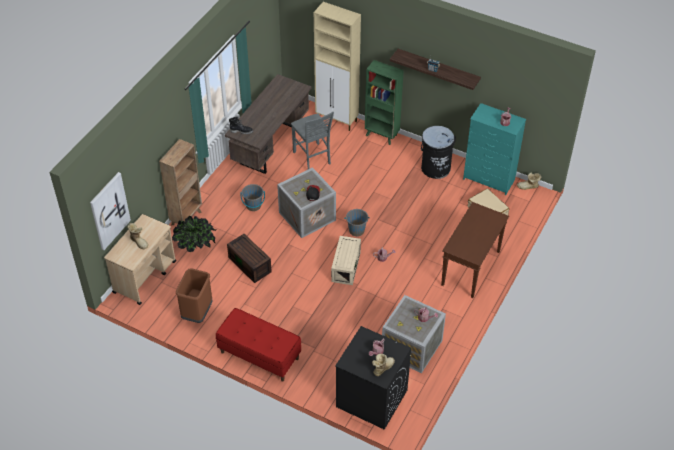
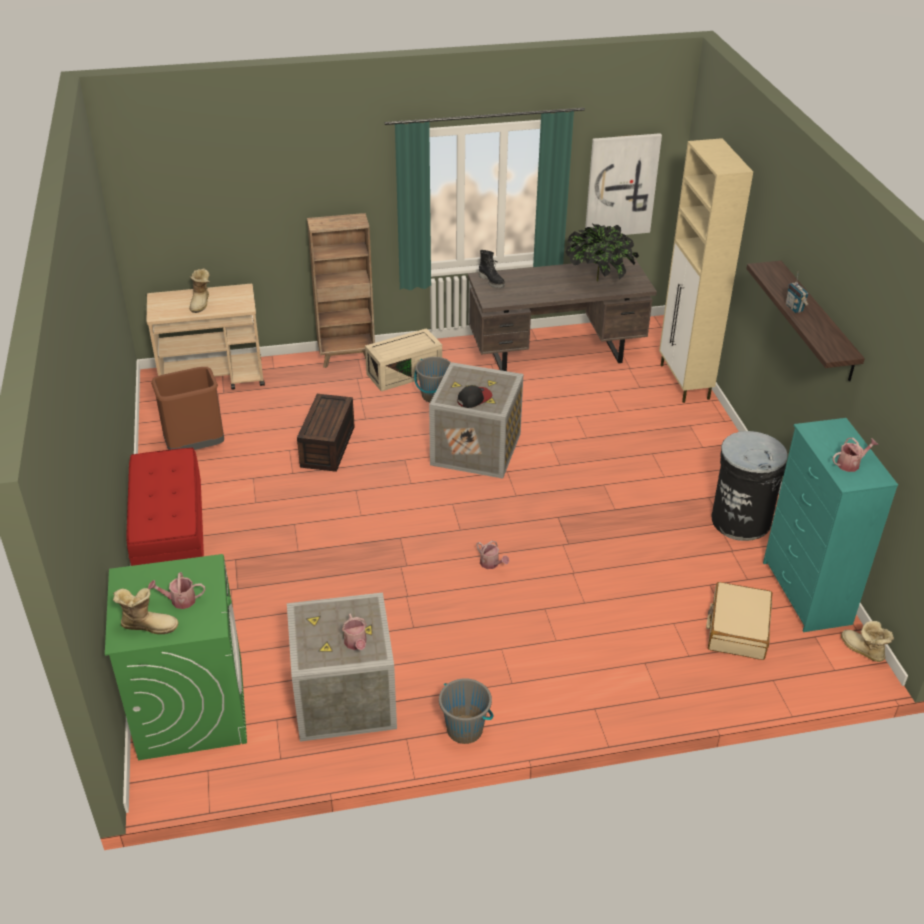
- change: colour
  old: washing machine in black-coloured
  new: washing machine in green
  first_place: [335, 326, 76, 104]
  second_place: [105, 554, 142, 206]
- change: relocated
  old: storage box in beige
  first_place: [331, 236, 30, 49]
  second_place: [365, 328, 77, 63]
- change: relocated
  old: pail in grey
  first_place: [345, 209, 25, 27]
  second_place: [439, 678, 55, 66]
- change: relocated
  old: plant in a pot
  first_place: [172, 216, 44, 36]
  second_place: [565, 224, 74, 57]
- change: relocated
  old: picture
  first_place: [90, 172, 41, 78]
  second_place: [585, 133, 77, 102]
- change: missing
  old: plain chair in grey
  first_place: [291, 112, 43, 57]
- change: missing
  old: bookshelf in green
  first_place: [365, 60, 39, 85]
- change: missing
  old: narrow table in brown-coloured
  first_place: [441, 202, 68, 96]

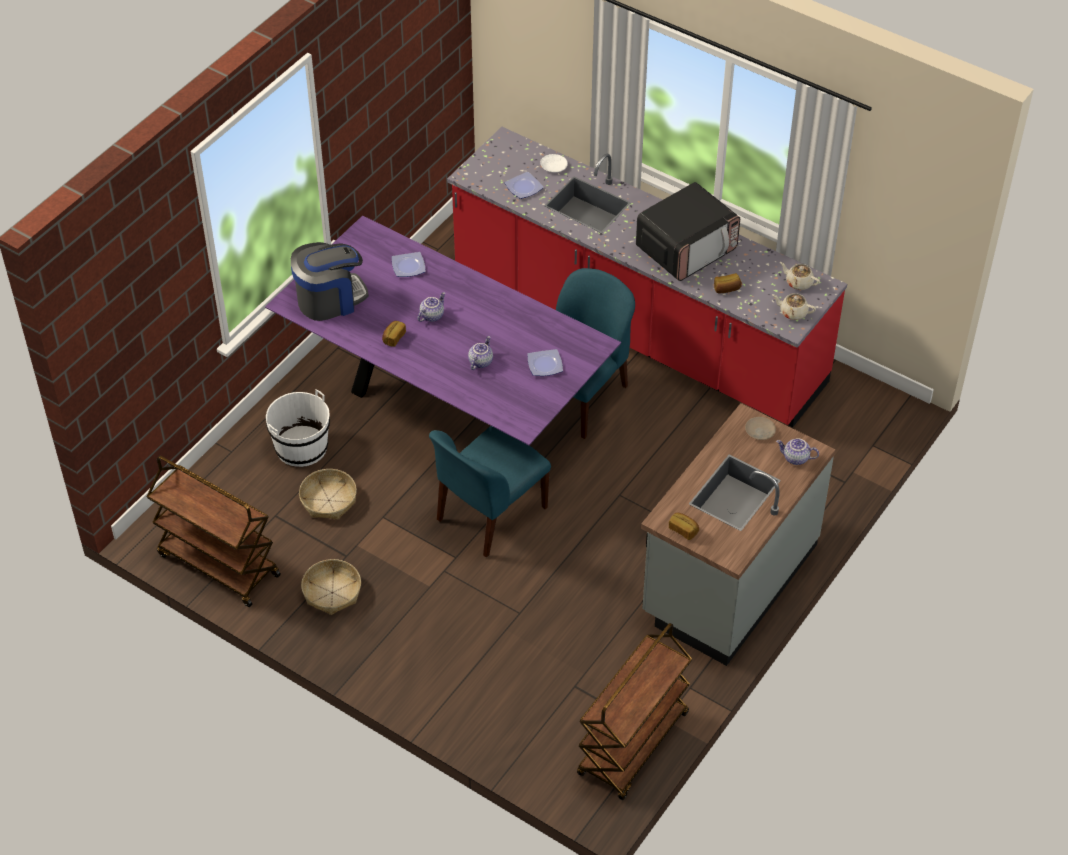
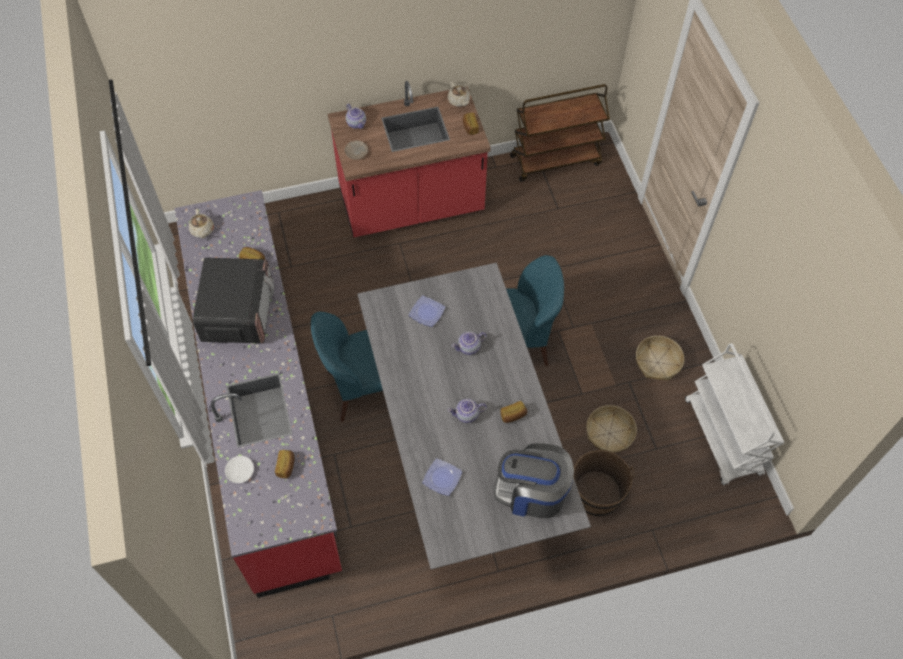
- change: spun
  old: microwave oven
  first_place: [636, 182, 104, 99]
  second_place: [193, 258, 81, 86]
  degrees: 90
- change: exchanged
  old: dinner plate
  new: bread
  first_place: [505, 172, 39, 27]
  second_place: [275, 450, 20, 28]
- change: colour
  old: counter in grey
  new: counter in red
  first_place: [641, 403, 195, 263]
  second_place: [328, 81, 163, 156]
- change: colour
  old: dinner table in purplish
  new: dinner table in grey
  first_place: [265, 215, 356, 230]
  second_place: [357, 262, 234, 307]
- change: relocated
  old: pot for tea in beige
  first_place: [772, 293, 44, 27]
  second_place: [448, 82, 22, 25]
- change: colour
  old: pail in white-coloured
  new: pail in brown-coloured
  first_place: [266, 389, 64, 78]
  second_place: [574, 450, 61, 66]
- change: colour
  old: wheeled cart in brown-coloured
  new: wheeled cart in white-coloured
  first_place: [146, 456, 135, 151]
  second_place: [685, 343, 99, 142]

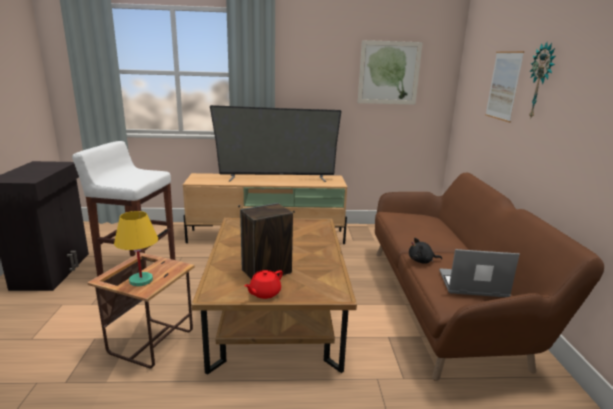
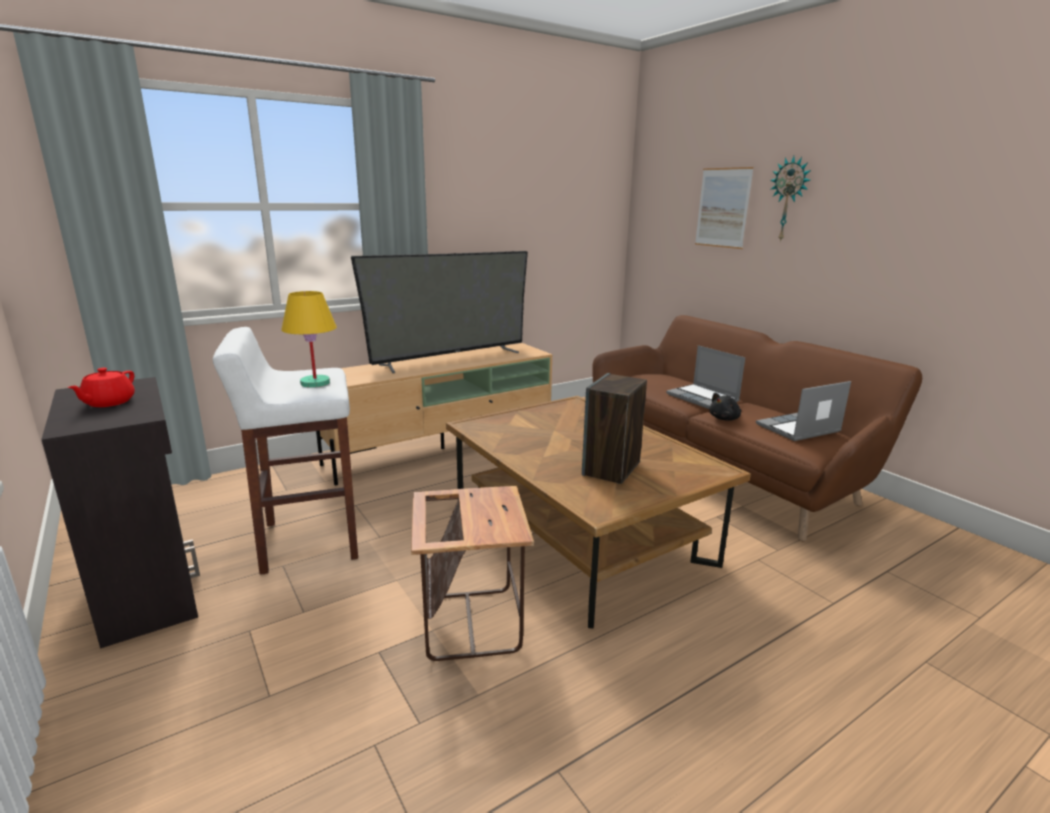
- change: relocated
  old: pot for tea in red
  first_place: [244, 270, 39, 29]
  second_place: [68, 368, 67, 39]
- change: relocated
  old: tabletop lamp in yellowish
  first_place: [114, 211, 44, 75]
  second_place: [281, 291, 56, 97]
- change: appeared
  new: laptop
  second_place: [666, 345, 79, 64]
- change: missing
  old: picture
  first_place: [358, 40, 65, 65]

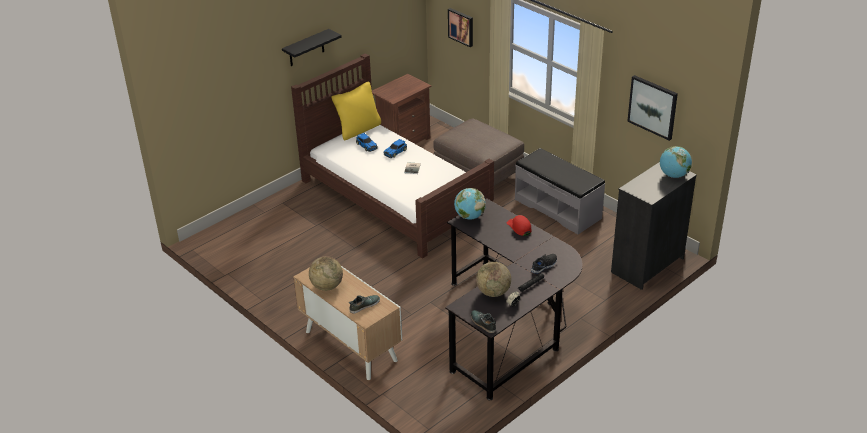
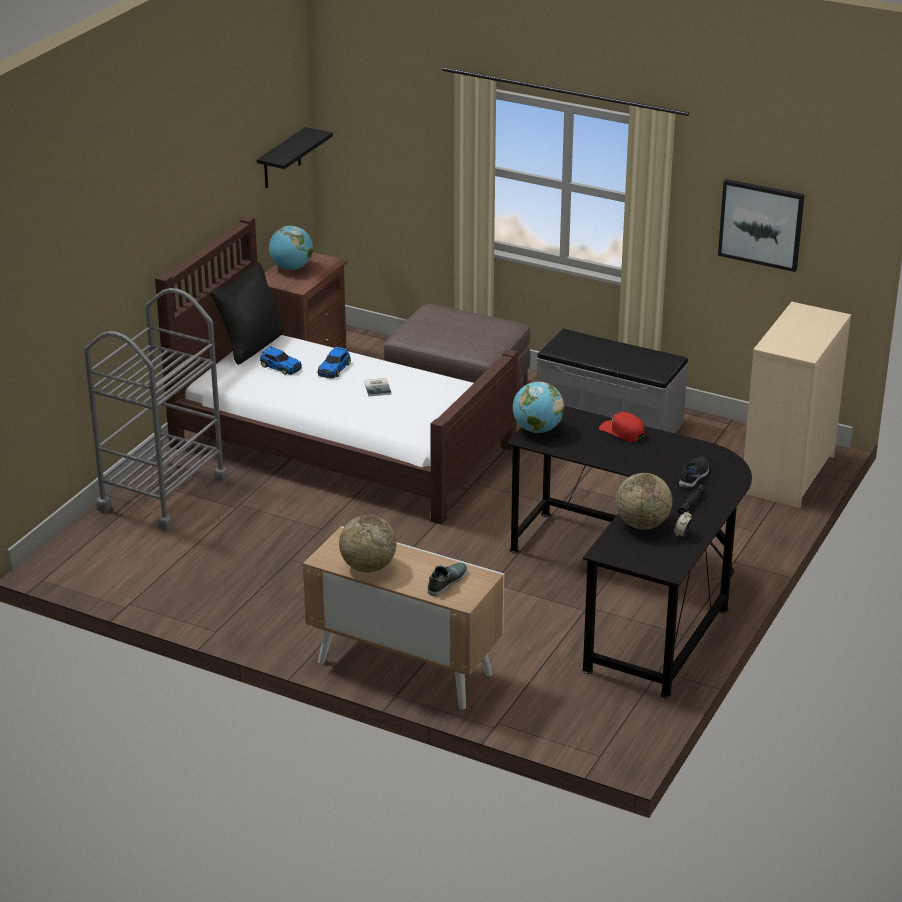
- change: appeared
  new: wheeled cart in grey
  second_place: [84, 288, 144, 243]
- change: colour
  old: throw pillow in yellowish
  new: throw pillow in black-coloured
  first_place: [331, 82, 50, 58]
  second_place: [211, 262, 73, 103]
- change: relocated
  old: shelf in black-coloured
  first_place: [282, 29, 60, 37]
  second_place: [257, 127, 76, 61]
- change: relocated
  old: desk globe
  first_place: [660, 146, 32, 32]
  second_place: [269, 226, 44, 44]
- change: colour
  old: dresser in black-coloured
  new: dresser in beige
  first_place: [611, 162, 86, 128]
  second_place: [744, 302, 107, 206]
- change: missing
  old: picture
  first_place: [448, 8, 25, 39]
- change: missing
  old: low shoe
  first_place: [471, 310, 25, 23]

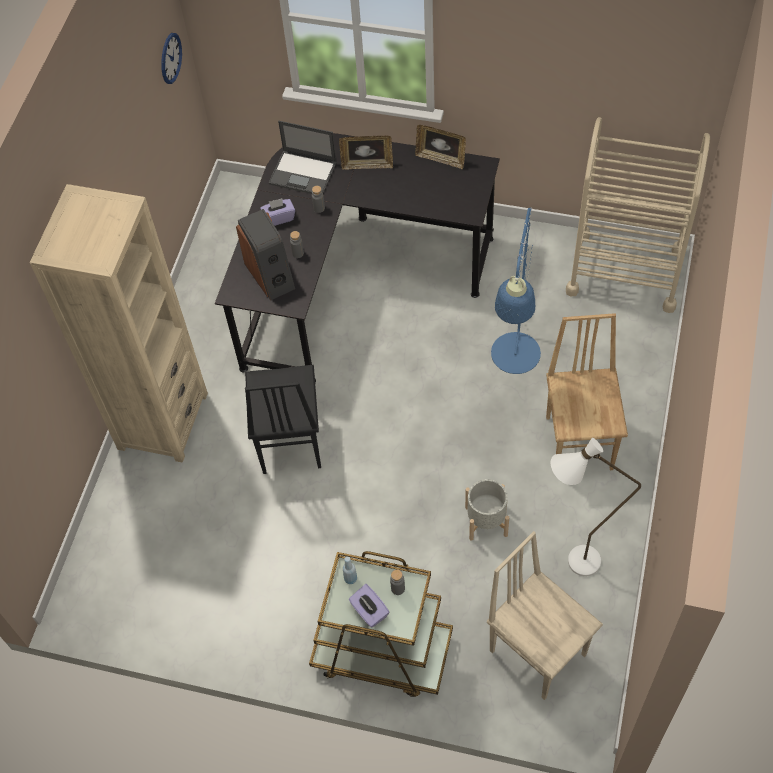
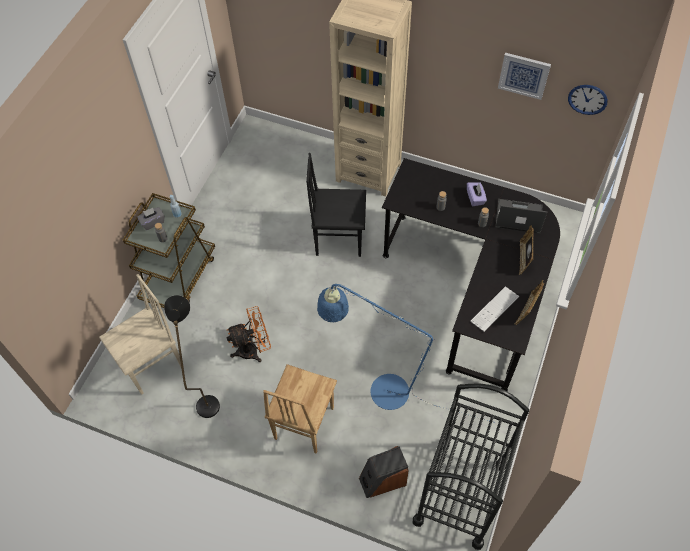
- change: colour
  old: box of tissues in purplish
  new: box of tissues in grey
  first_place: [349, 584, 40, 44]
  second_place: [137, 207, 27, 23]
- change: colour
  old: standard lamp in white-coloured
  new: standard lamp in black-coloured
  first_place: [551, 438, 90, 139]
  second_place: [164, 295, 56, 123]
- change: exchanged
  old: plant pot in grey
  new: electric fan in orangey
  first_place: [465, 479, 44, 61]
  second_place: [226, 306, 45, 56]
- change: spun
  old: plain chair in brown-coloured
  first_place: [546, 313, 82, 157]
  second_place: [263, 364, 74, 89]
  degrees: 105
- change: relocated
  old: loudspeaker
  first_place: [236, 209, 59, 92]
  second_place: [359, 446, 49, 52]
- change: colour
  old: wheeled cart in beige
  new: wheeled cart in black-coloured
  first_place: [566, 117, 144, 196]
  second_place: [413, 384, 116, 166]
- change: appeared
  new: PC keyboard
  second_place: [470, 286, 49, 46]
- change: spun
  old: laptop
  first_place: [269, 121, 68, 73]
  second_place: [496, 199, 52, 35]
  degrees: 75
- change: appeared
  new: picture
  second_place: [498, 53, 53, 47]

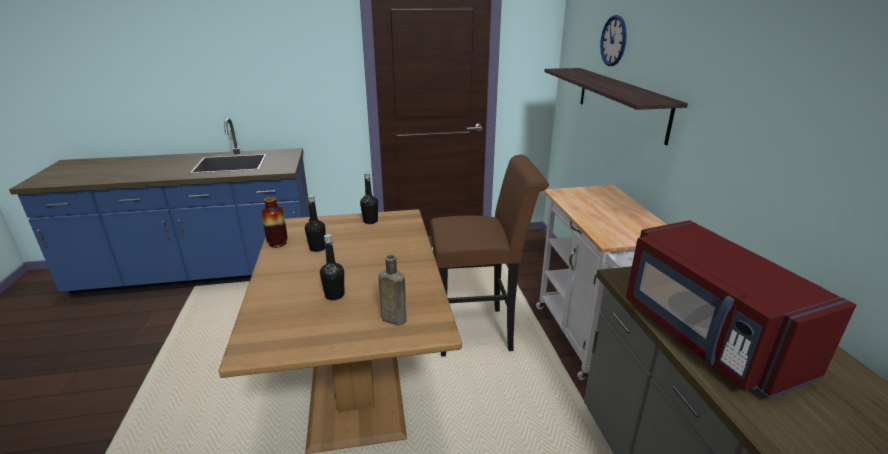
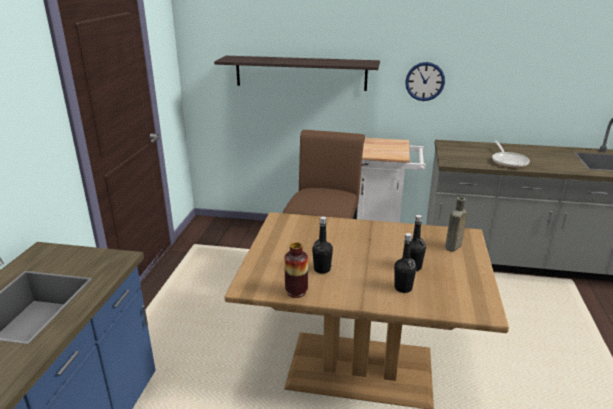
- change: relocated
  old: drink bottle in black-coloured
  first_place: [360, 173, 18, 51]
  second_place: [394, 233, 23, 60]
- change: relocated
  old: hanging clock
  first_place: [600, 15, 27, 51]
  second_place: [405, 62, 40, 39]
- change: exchanged
  old: microwave oven in red
  new: skillet
  first_place: [626, 220, 230, 179]
  second_place: [492, 141, 38, 27]

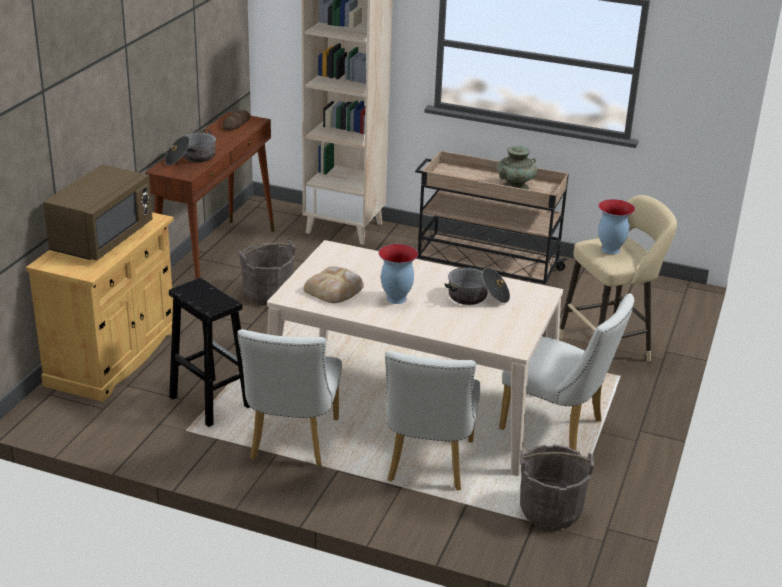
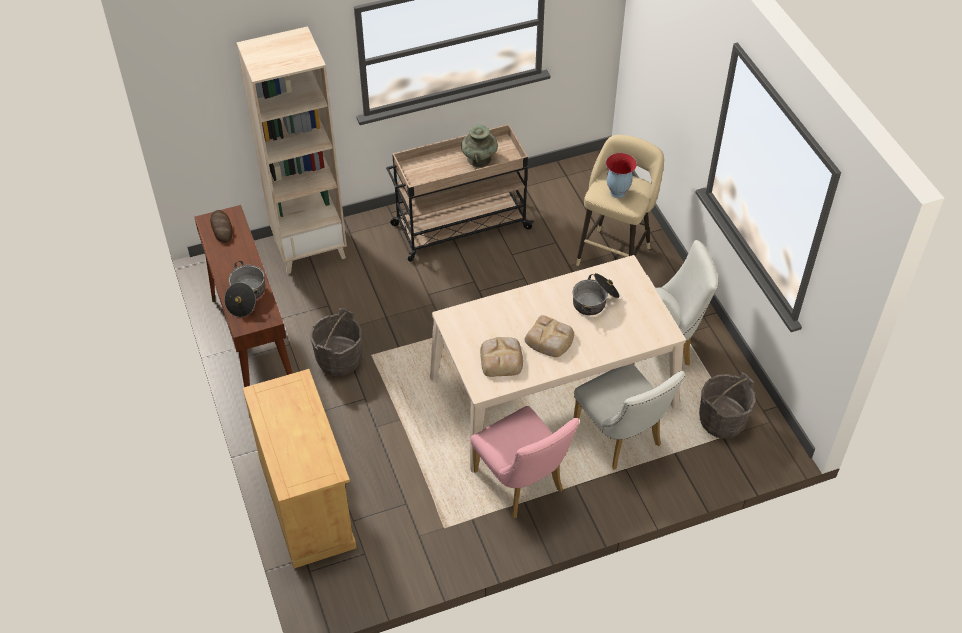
- change: colour
  old: plain chair in white-coloured
  new: plain chair in pink
  first_place: [238, 329, 104, 137]
  second_place: [471, 406, 108, 112]
- change: exchanged
  old: flower vase
  new: bread
  first_place: [378, 244, 40, 60]
  second_place: [525, 315, 49, 42]
- change: missing
  old: microwave oven in brown-coloured
  first_place: [43, 165, 110, 95]
- change: missing
  old: stool seat in black-coloured
  first_place: [169, 278, 81, 149]

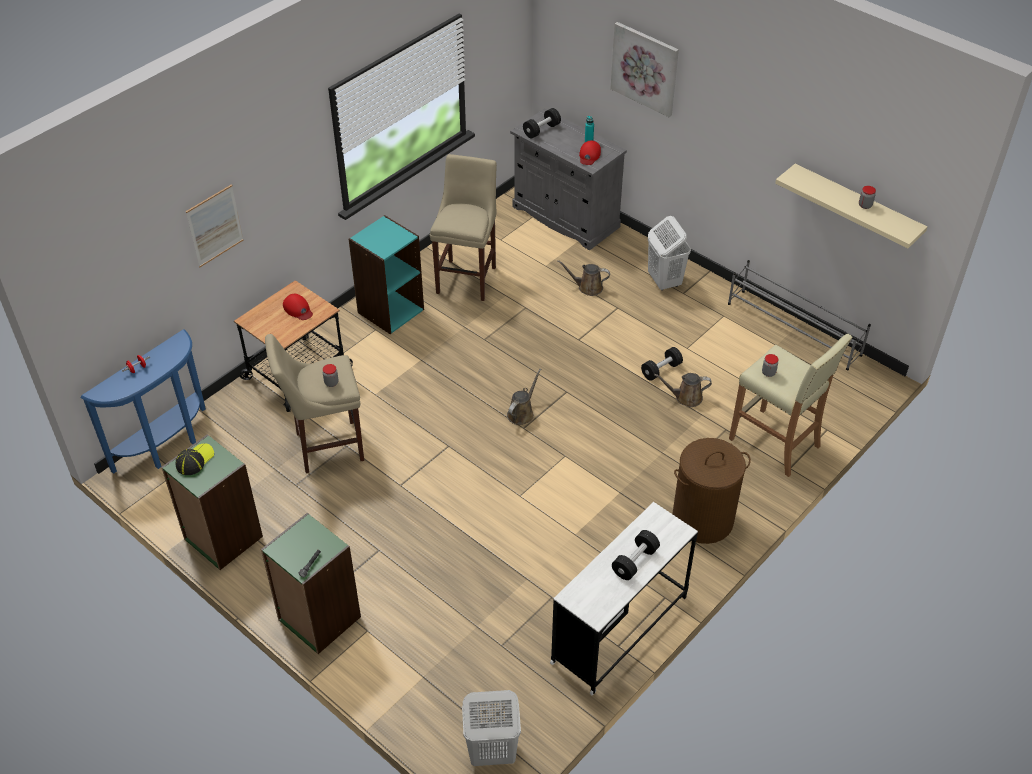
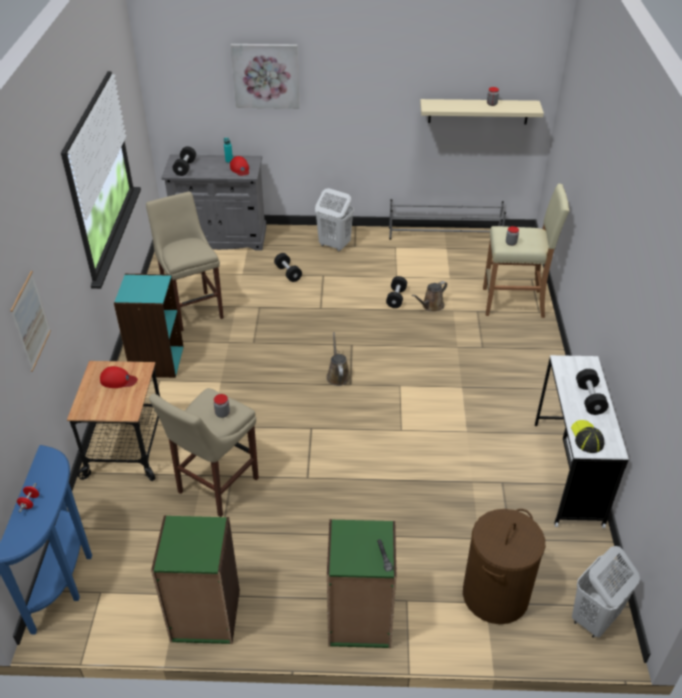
- change: exchanged
  old: sprinkling can in brown-coloured
  new: free weight in black-coloured
  first_place: [557, 260, 53, 36]
  second_place: [274, 253, 28, 29]
- change: relocated
  old: hamper in brown-coloured
  first_place: [672, 438, 79, 106]
  second_place: [463, 509, 82, 115]
- change: relocated
  old: peaked cap
  first_place: [175, 443, 39, 32]
  second_place: [571, 420, 33, 33]

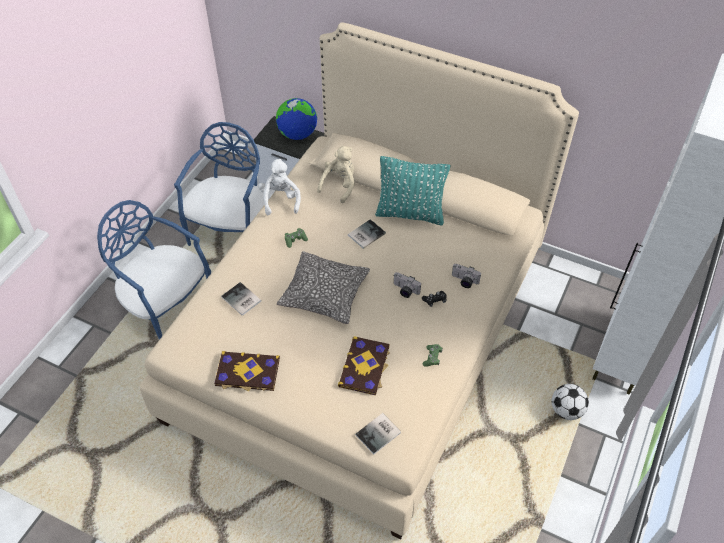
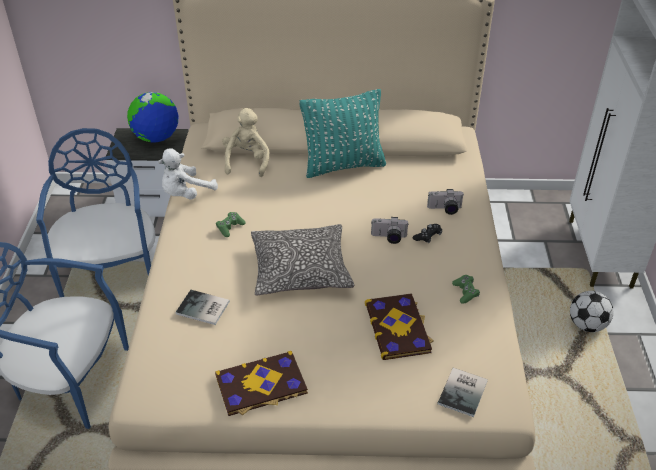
- change: spun
  old: soft toy in white-coloured
  first_place: [258, 159, 43, 56]
  second_place: [158, 148, 60, 52]
  degrees: -105
- change: missing
  old: bound book
  first_place: [348, 219, 38, 30]

